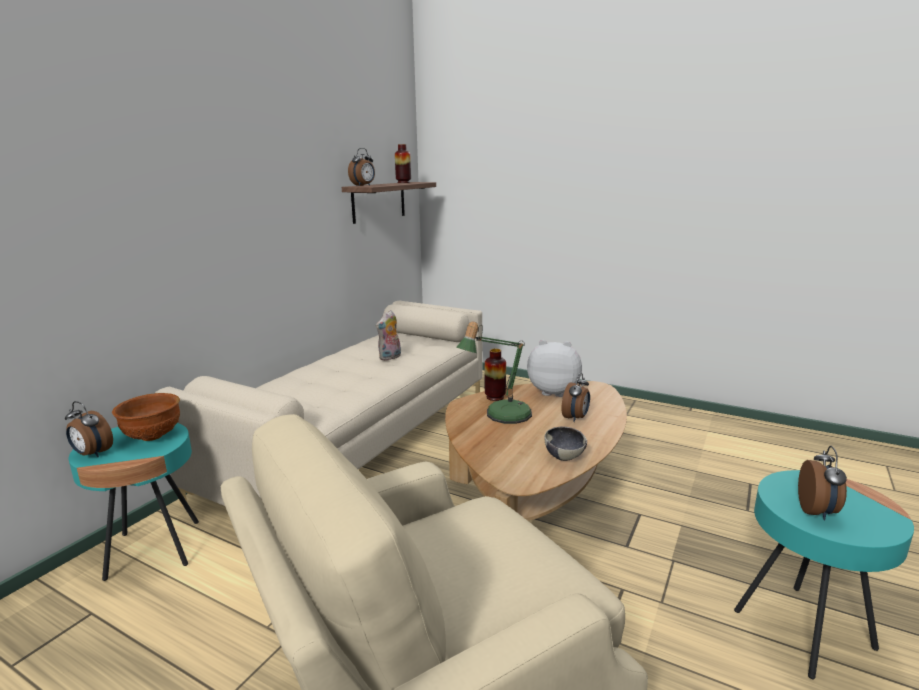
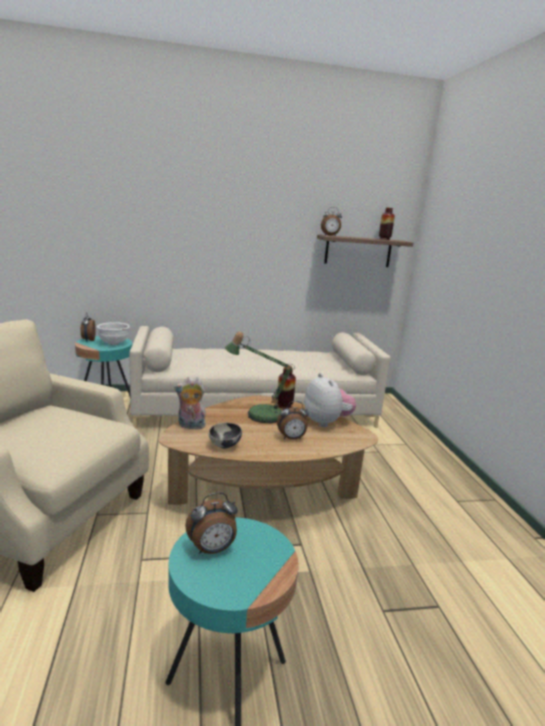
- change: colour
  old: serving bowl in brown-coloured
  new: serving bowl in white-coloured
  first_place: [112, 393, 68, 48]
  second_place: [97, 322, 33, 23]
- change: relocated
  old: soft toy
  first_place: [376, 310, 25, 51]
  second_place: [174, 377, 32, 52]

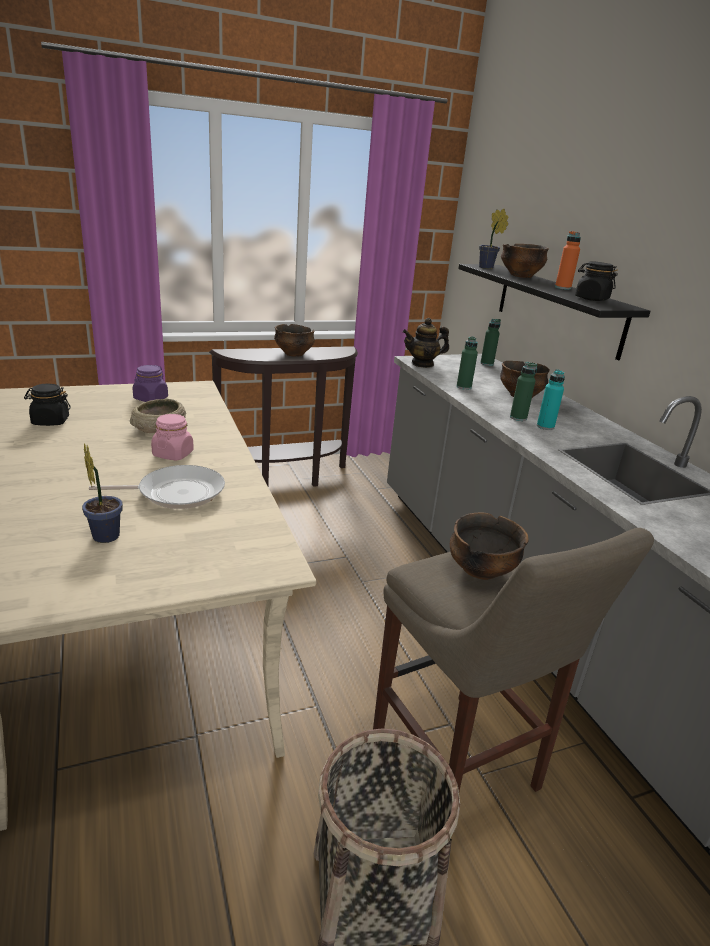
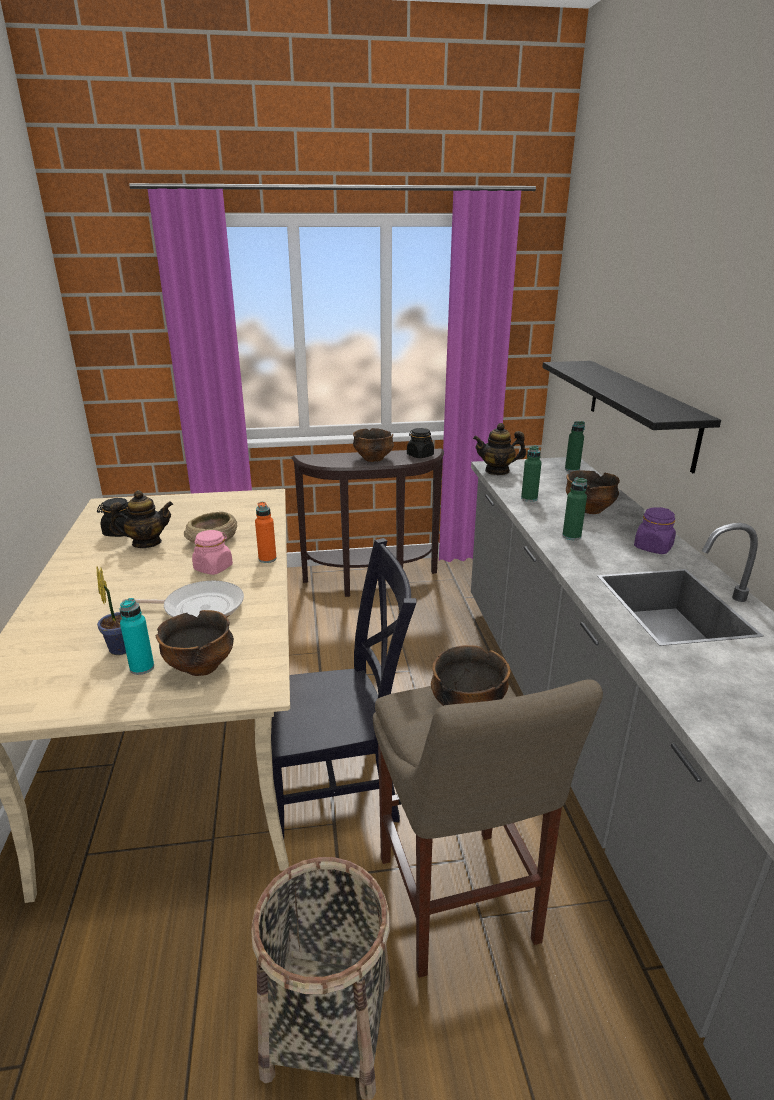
- change: appeared
  new: pot for tea
  second_place: [109, 490, 64, 58]
- change: relocated
  old: drink bottle in blue-green
  first_place: [537, 369, 28, 61]
  second_place: [119, 598, 35, 77]
- change: relocated
  old: serving bowl
  first_place: [501, 244, 48, 34]
  second_place: [156, 610, 78, 66]
- change: relocated
  old: drink bottle in orangey
  first_place: [555, 231, 26, 59]
  second_place: [255, 502, 22, 61]
- change: appeared
  new: plain chair in black-coloured
  second_place: [271, 538, 146, 300]
- change: relocated
  old: jar in black-coloured
  first_place: [575, 261, 43, 40]
  second_place: [407, 428, 27, 30]
- change: relocated
  old: jar in purplish
  first_place: [133, 365, 35, 37]
  second_place: [634, 507, 42, 47]
- change: missing
  old: plant in a pot
  first_place: [479, 209, 30, 60]

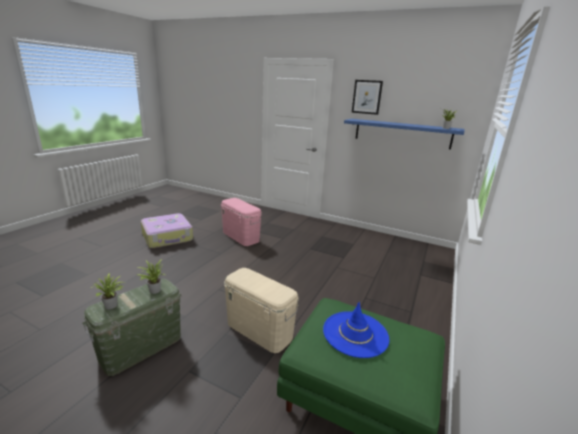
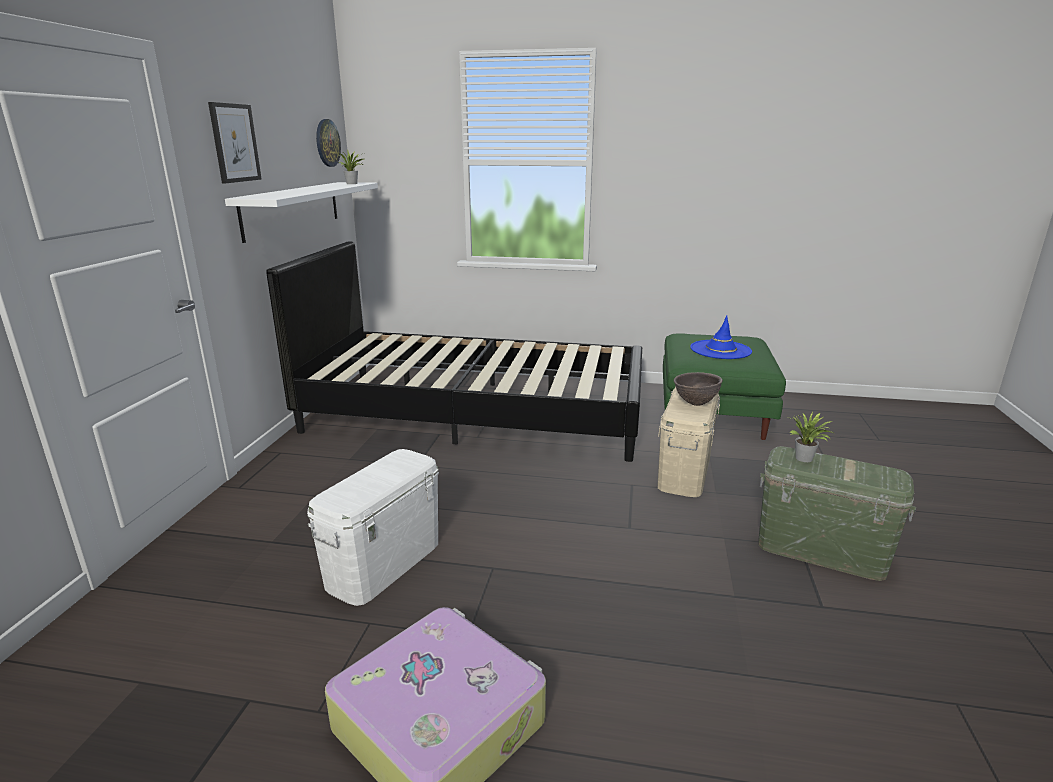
- change: colour
  old: shelf in bluish
  new: shelf in white-coloured
  first_place: [344, 119, 120, 31]
  second_place: [225, 182, 153, 61]
- change: appeared
  new: bedroom bed in black-coloured
  second_place: [266, 242, 376, 220]
- change: colour
  old: storage box in pink
  new: storage box in white-coloured
  first_place: [221, 198, 41, 48]
  second_place: [307, 449, 132, 157]
- change: appeared
  new: hanging clock
  second_place: [316, 119, 25, 48]
- change: appeared
  new: serving bowl in brown-coloured
  second_place: [674, 372, 49, 34]
- change: missing
  old: plant in a pot
  first_place: [91, 273, 32, 36]

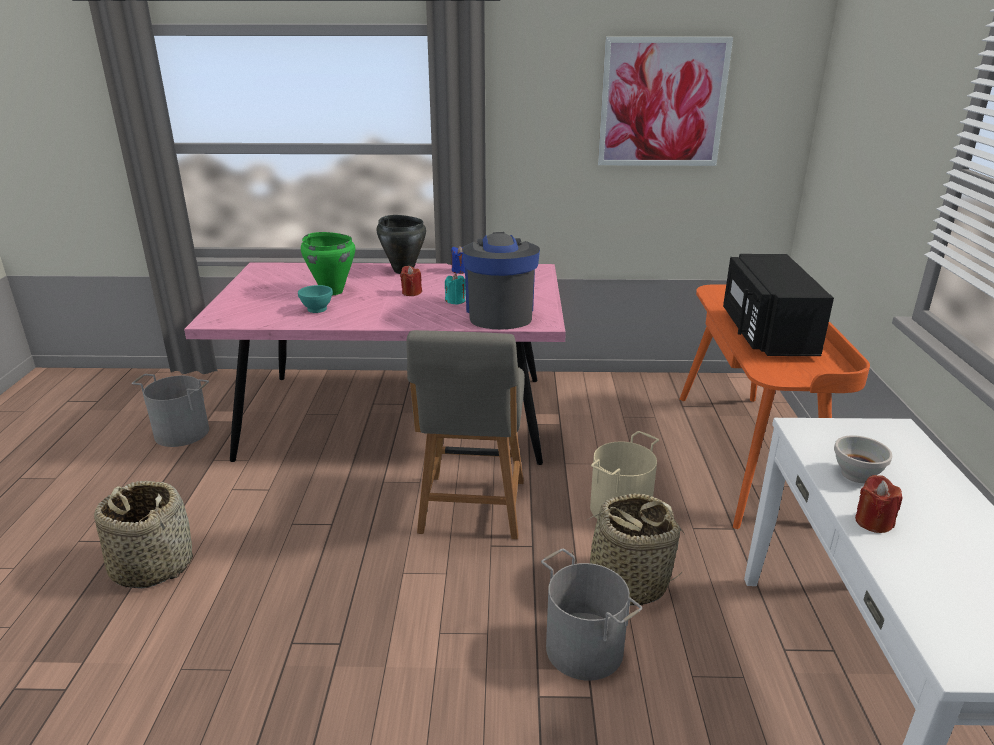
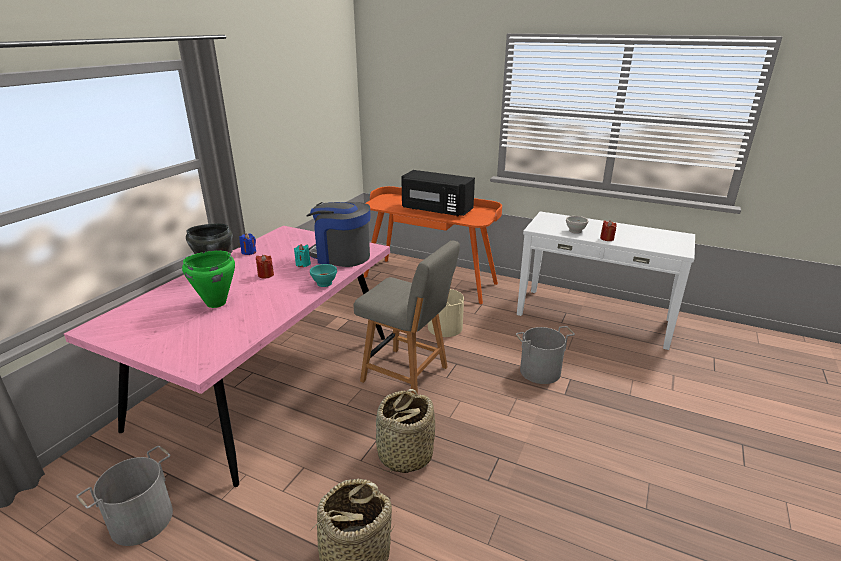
- change: relocated
  old: serving bowl in blue-green
  first_place: [298, 285, 35, 28]
  second_place: [310, 264, 27, 23]
- change: relocated
  old: basket
  first_place: [571, 493, 114, 112]
  second_place: [376, 389, 59, 84]
- change: missing
  old: picture
  first_place: [598, 37, 135, 129]

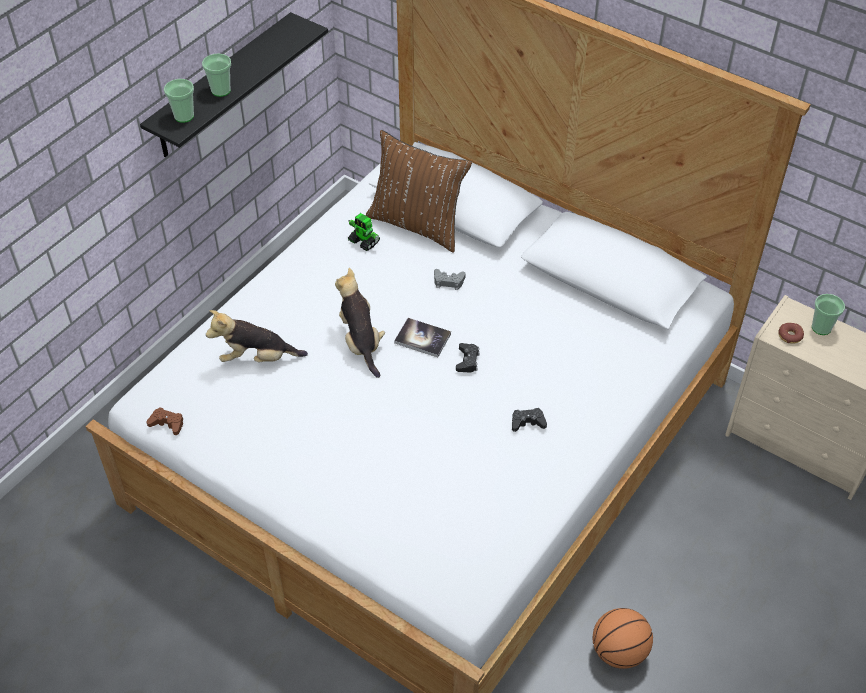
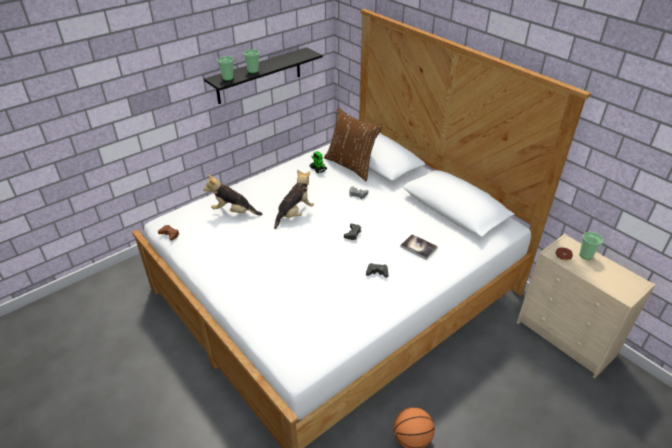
- change: spun
  old: soft toy
  first_place: [335, 268, 50, 110]
  second_place: [274, 170, 40, 59]
  degrees: 45
- change: relocated
  old: bound book
  first_place: [394, 318, 57, 39]
  second_place: [400, 234, 38, 26]

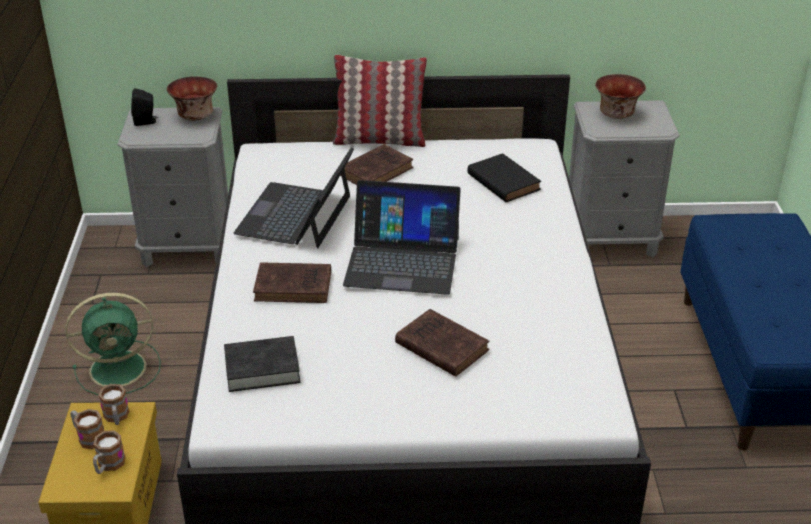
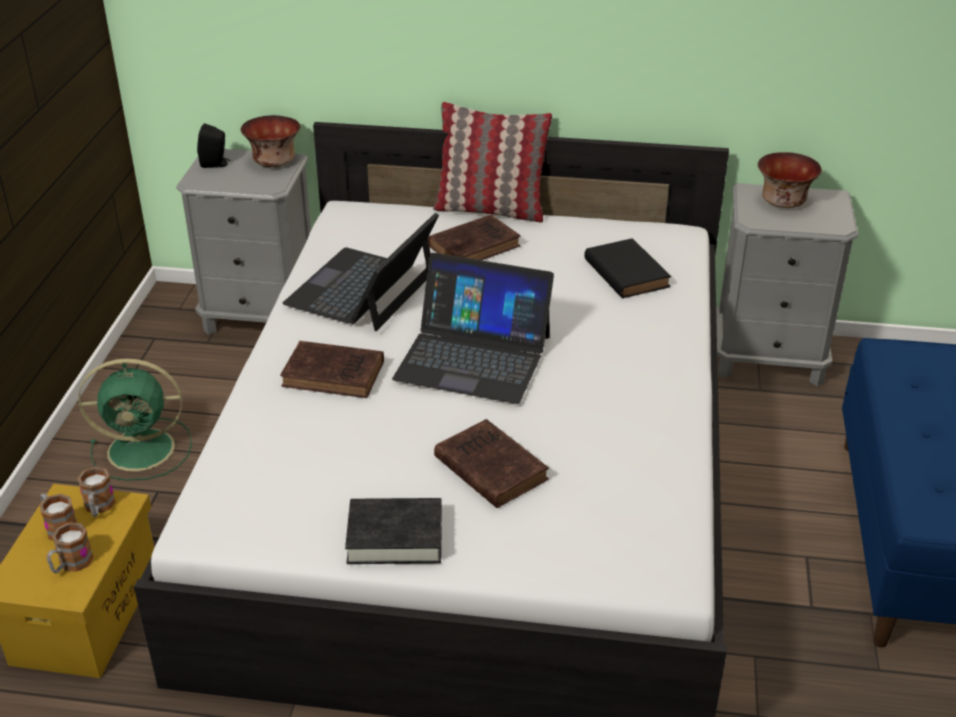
- change: relocated
  old: bound book in black-coloured
  first_place: [224, 336, 76, 56]
  second_place: [345, 498, 97, 66]

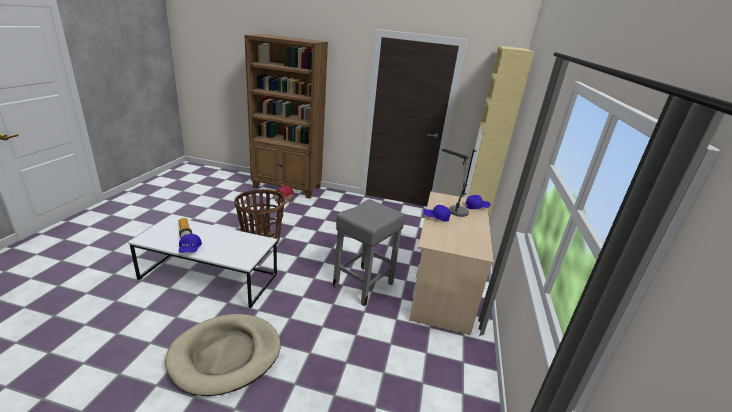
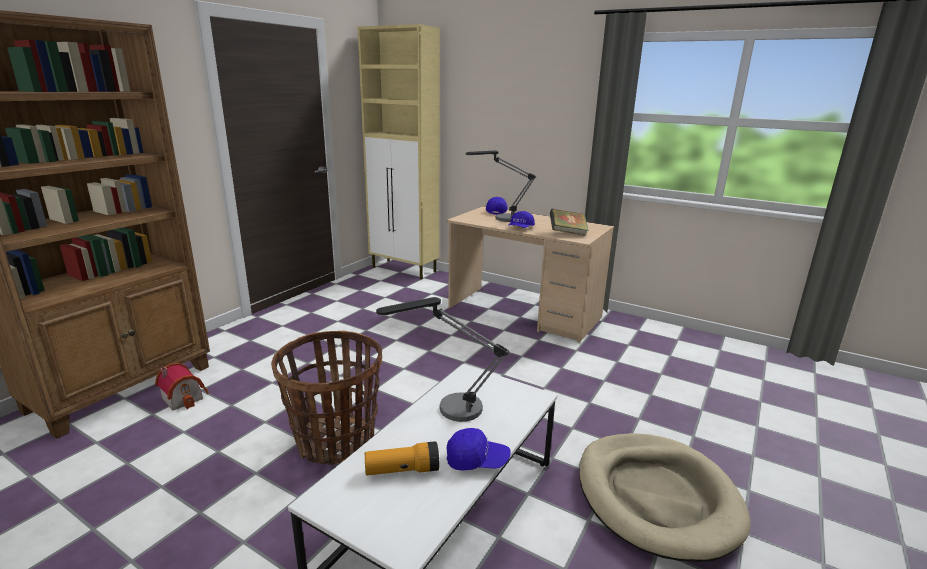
- change: appeared
  new: tabletop lamp
  second_place: [376, 297, 133, 125]
- change: appeared
  new: bound book
  second_place: [550, 209, 39, 27]
- change: missing
  old: stool seat in grey
  first_place: [333, 199, 72, 107]

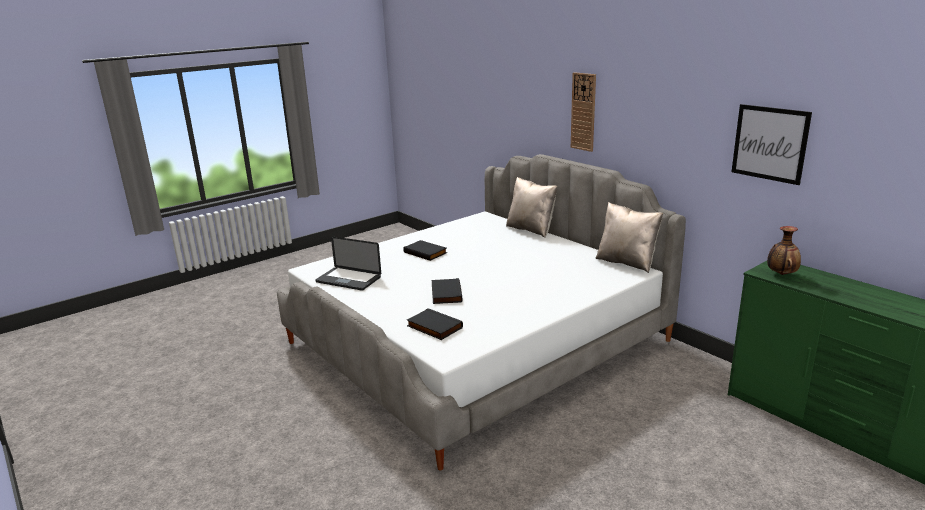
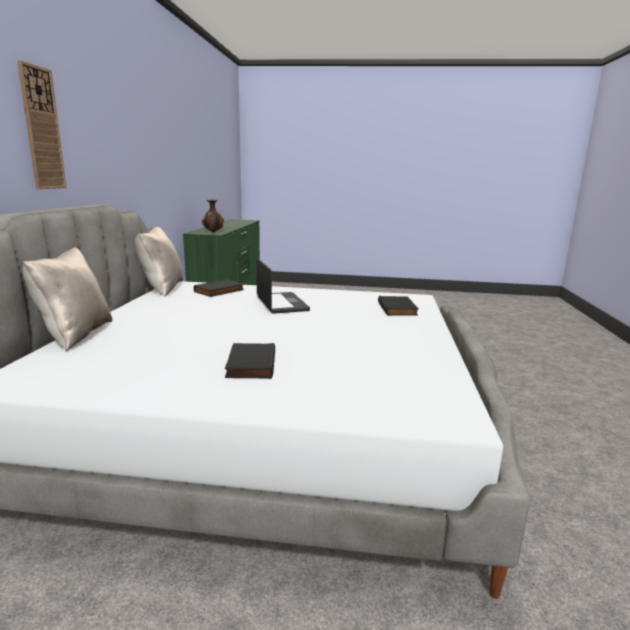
- change: relocated
  old: bound book in black-coloured
  first_place: [432, 278, 31, 26]
  second_place: [194, 279, 50, 18]
- change: relocated
  old: laptop
  first_place: [315, 236, 66, 55]
  second_place: [256, 258, 54, 56]
- change: missing
  old: picture
  first_place: [732, 104, 80, 81]

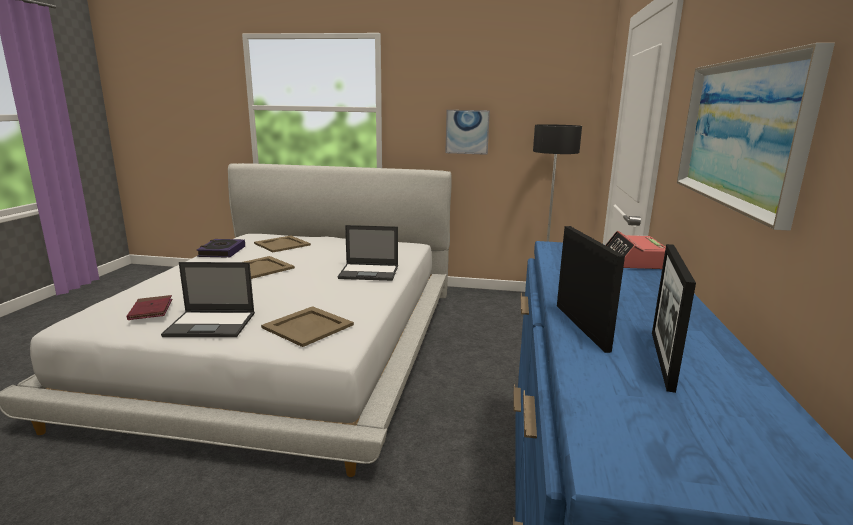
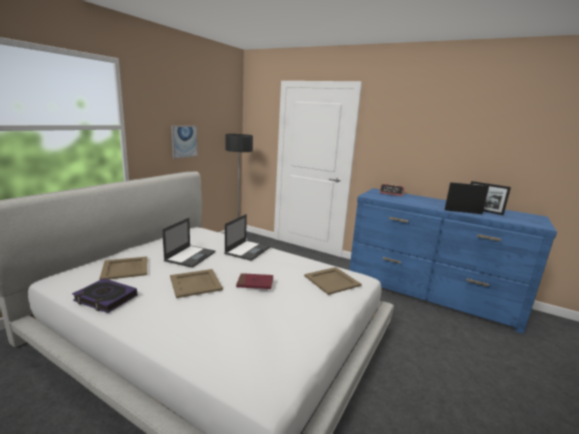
- change: relocated
  old: laptop
  first_place: [161, 262, 94, 75]
  second_place: [162, 218, 53, 50]
- change: relocated
  old: bound book in red
  first_place: [127, 295, 45, 25]
  second_place: [236, 273, 37, 16]
- change: missing
  old: picture
  first_place: [677, 43, 158, 188]

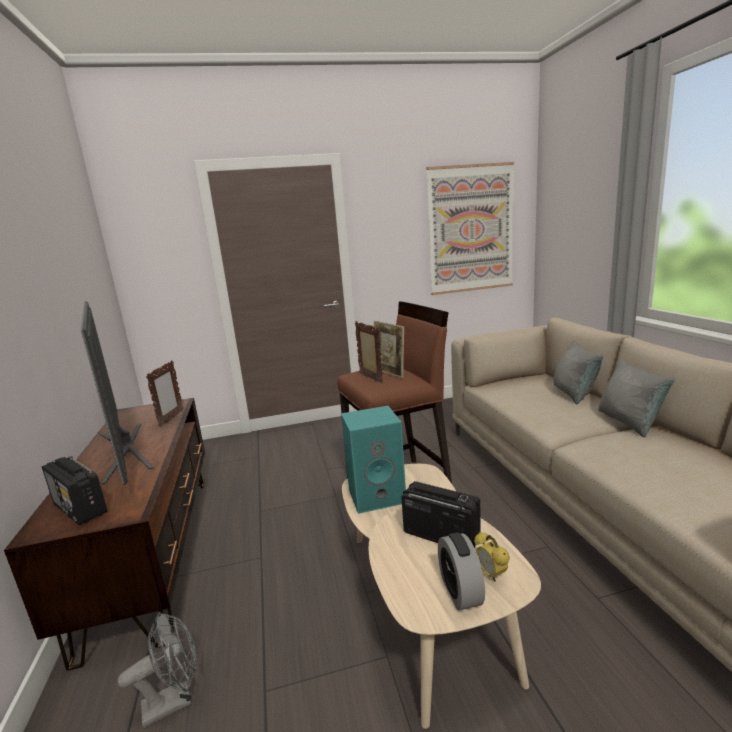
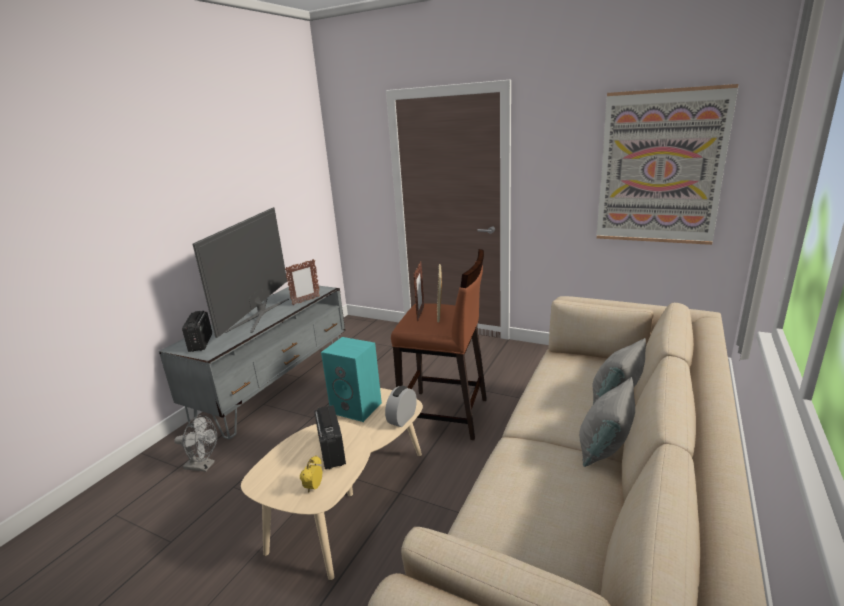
- change: colour
  old: tv unit in brown-coloured
  new: tv unit in grey
  first_place: [4, 398, 201, 272]
  second_place: [159, 286, 186, 153]
- change: relocated
  old: table clock
  first_place: [438, 533, 47, 77]
  second_place: [385, 386, 32, 41]

